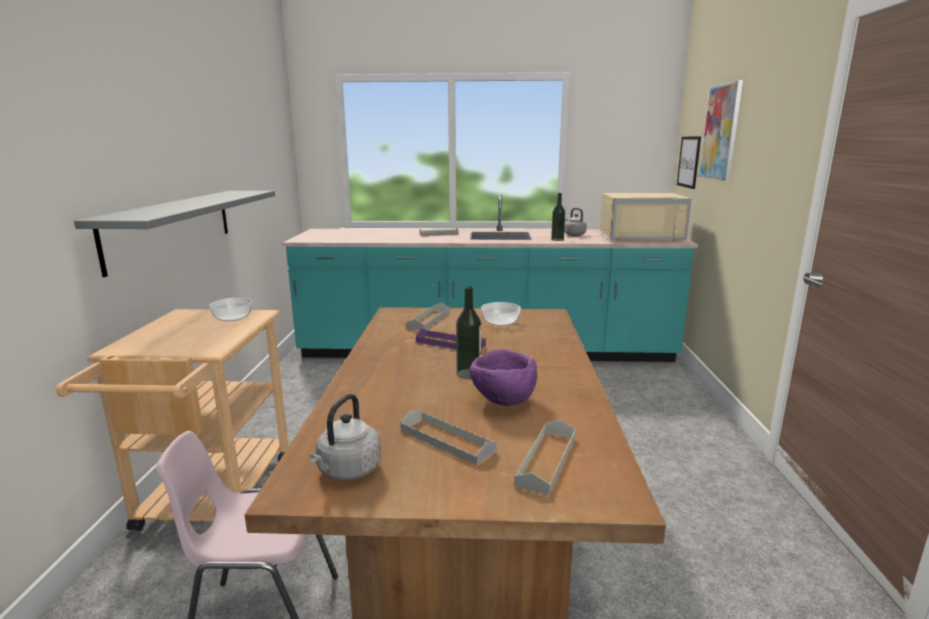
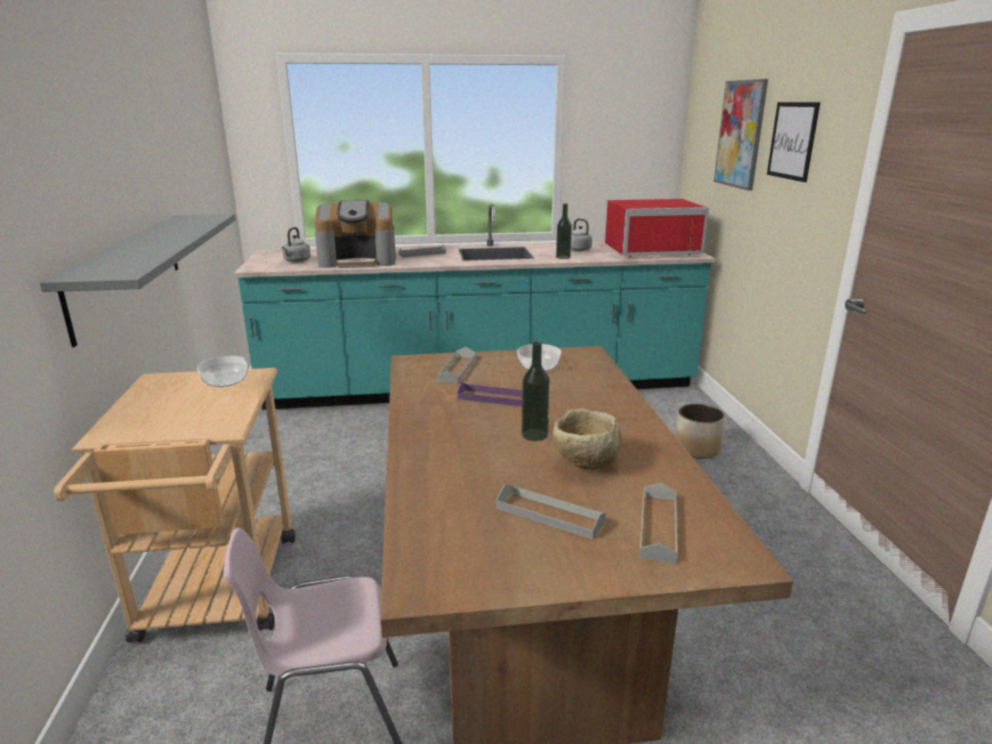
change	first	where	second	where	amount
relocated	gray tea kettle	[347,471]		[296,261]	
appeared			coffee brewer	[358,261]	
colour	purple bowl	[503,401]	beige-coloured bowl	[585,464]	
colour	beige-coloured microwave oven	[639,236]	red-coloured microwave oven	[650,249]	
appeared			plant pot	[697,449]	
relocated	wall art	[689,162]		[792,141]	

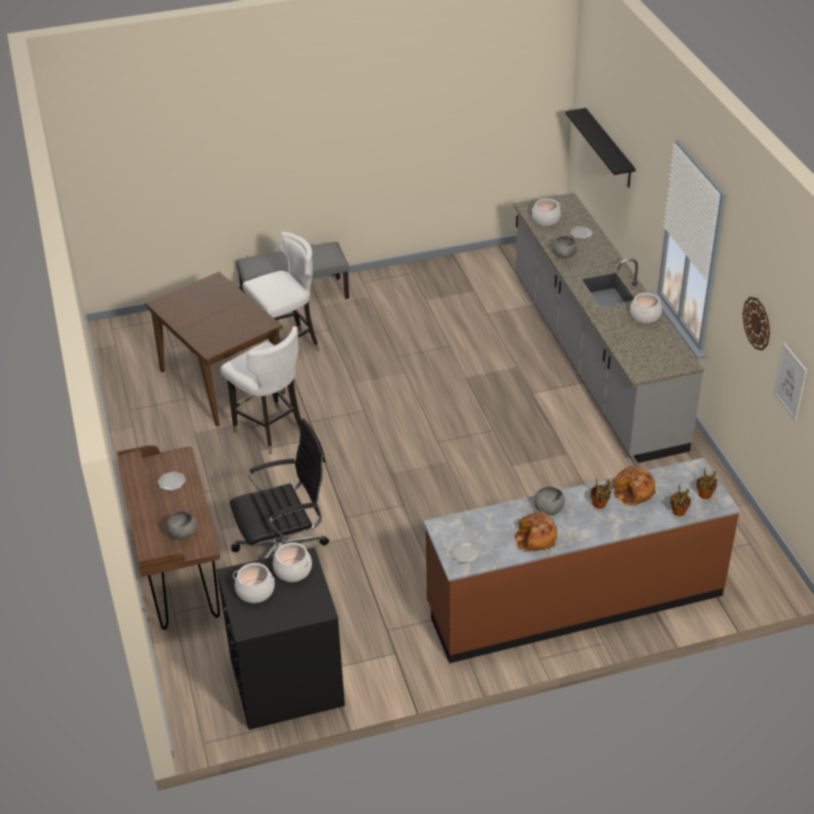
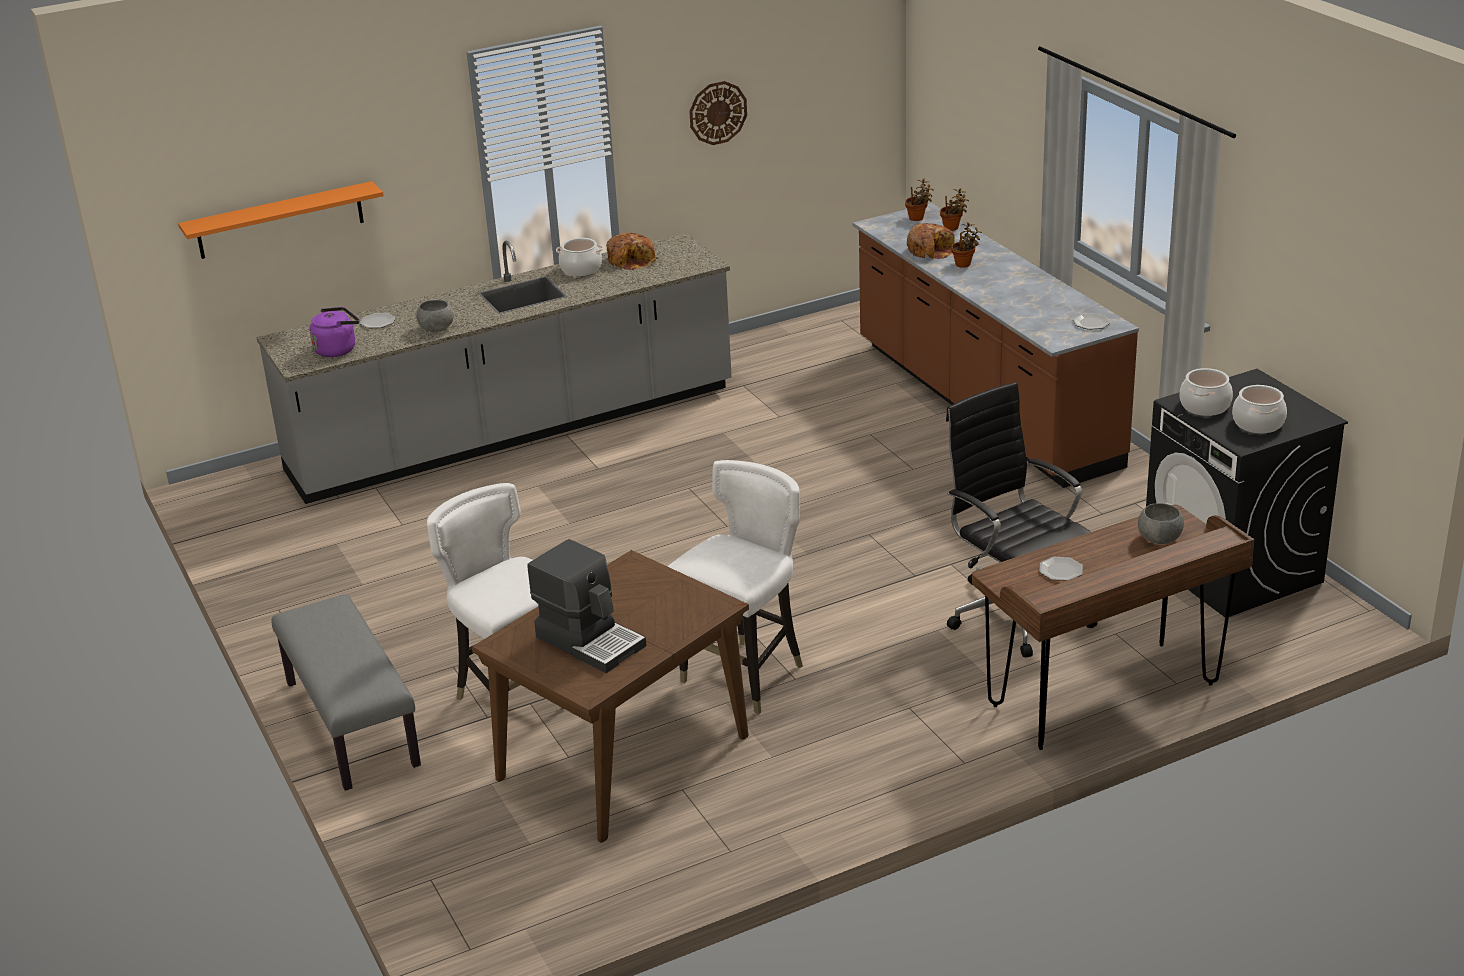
change	first	where	second	where	amount
colour	black bracket shelf	[609,148]	orange-coloured bracket shelf	[280,220]	
exchanged	stockpot	[545,220]	purple tea kettle	[337,349]	
appeared			coffee brewer	[590,640]	
relocated	baked bread	[535,538]		[632,260]	
missing	gray bowl	[549,509]			
missing	wall art	[790,382]			

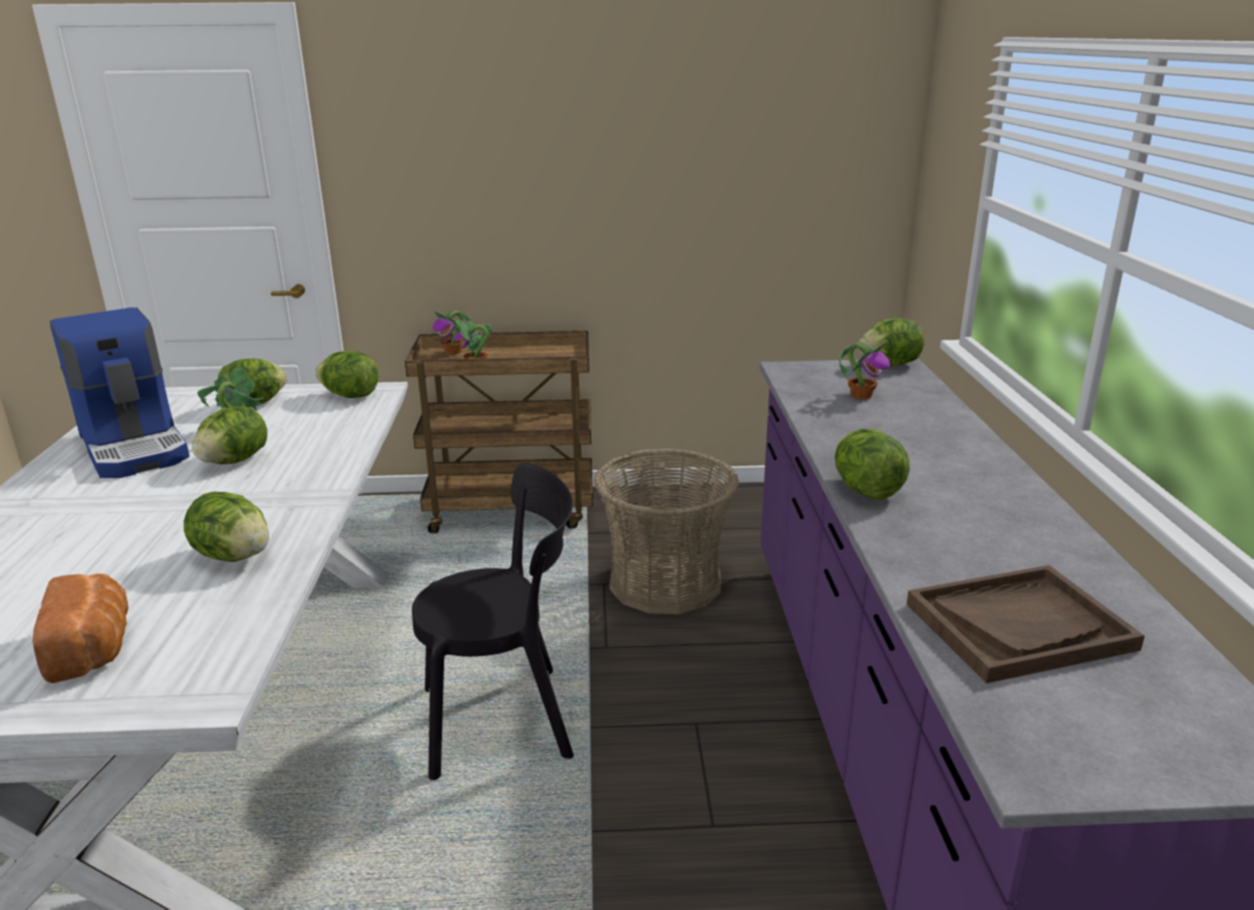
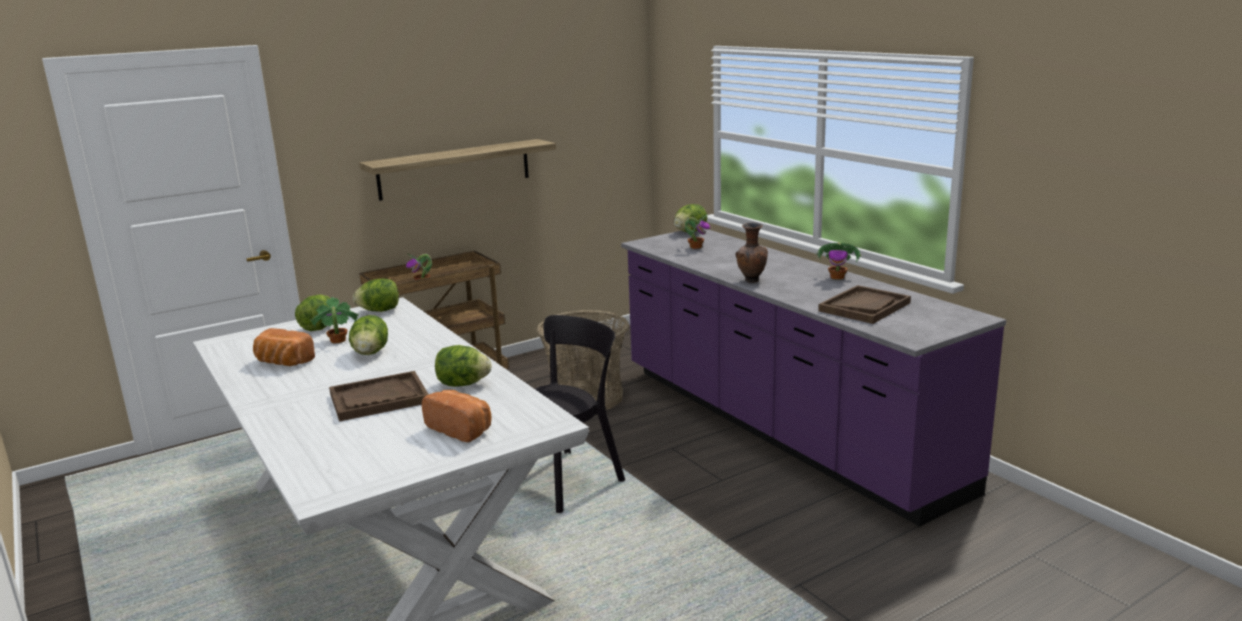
change	first	where	second	where	amount
exchanged	coffee brewer	[136,446]	baked bread	[282,363]	
appeared			brown-coloured carrying tray	[379,399]	
appeared			bracket shelf	[454,169]	
exchanged	lettuce	[866,490]	brown-coloured decorative vase	[751,281]	
relocated	houseplant	[454,352]		[837,277]	

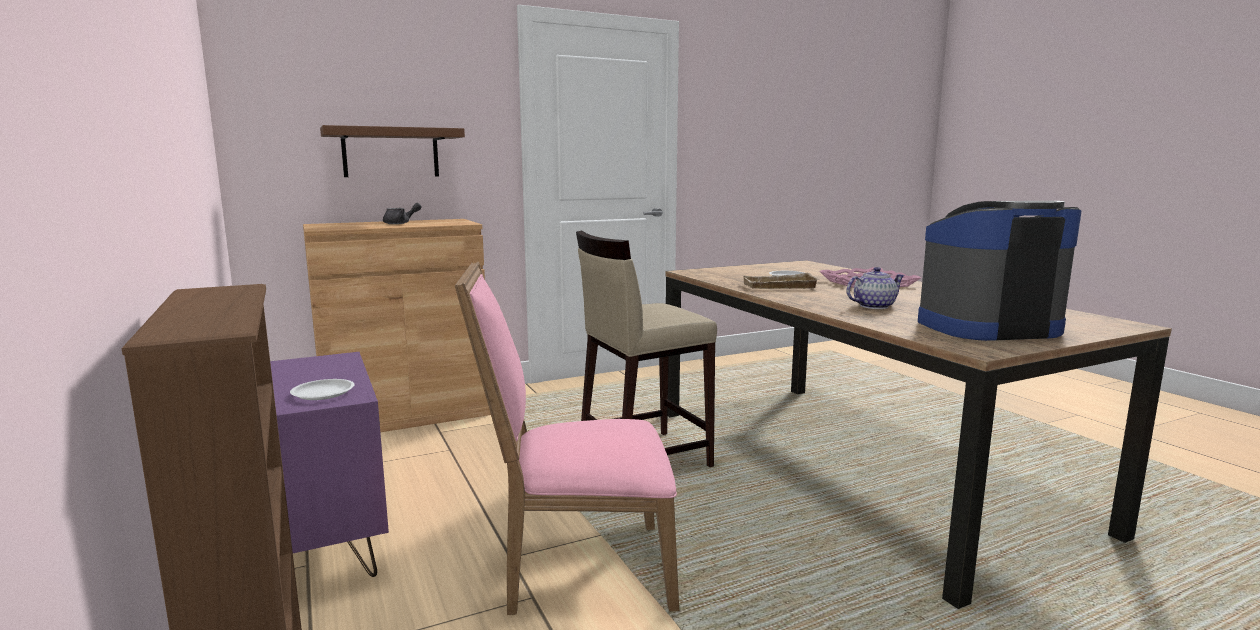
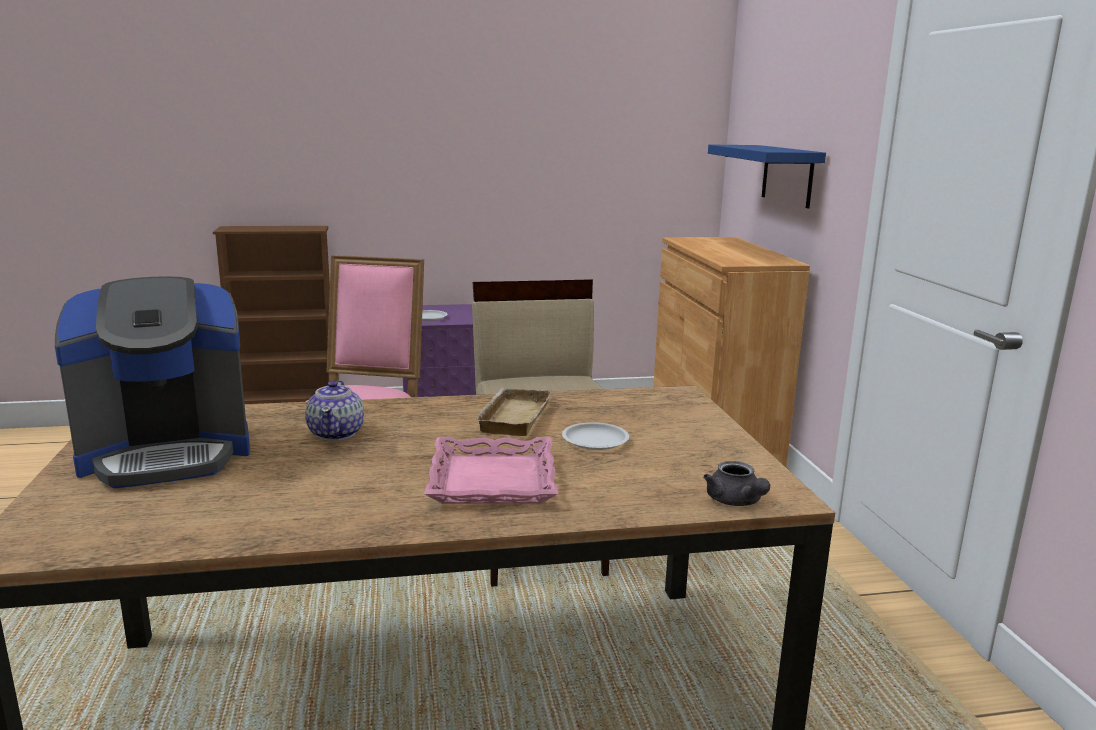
change	first	where	second	where	amount
spun	coffee brewer	[985,327]		[167,453]	60 degrees clockwise
relocated	gray pot for tea	[401,223]		[736,502]	
colour	brown-coloured bracket shelf	[391,153]	blue bracket shelf	[787,175]	

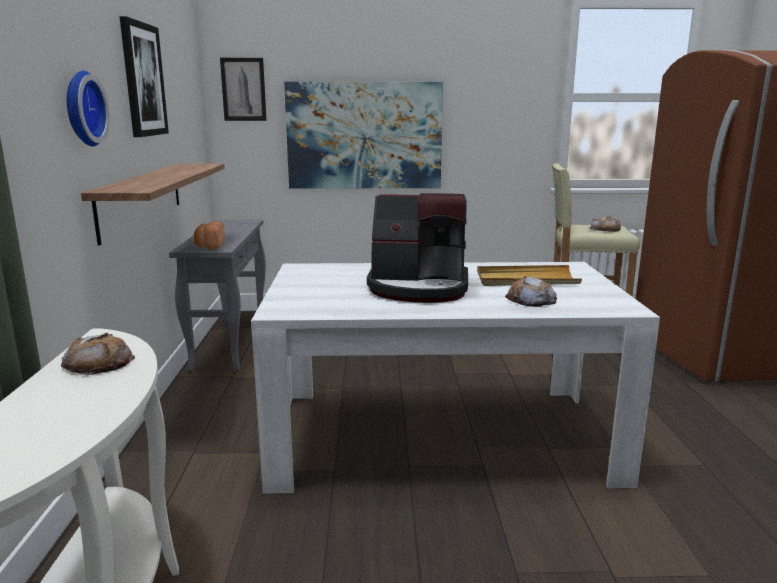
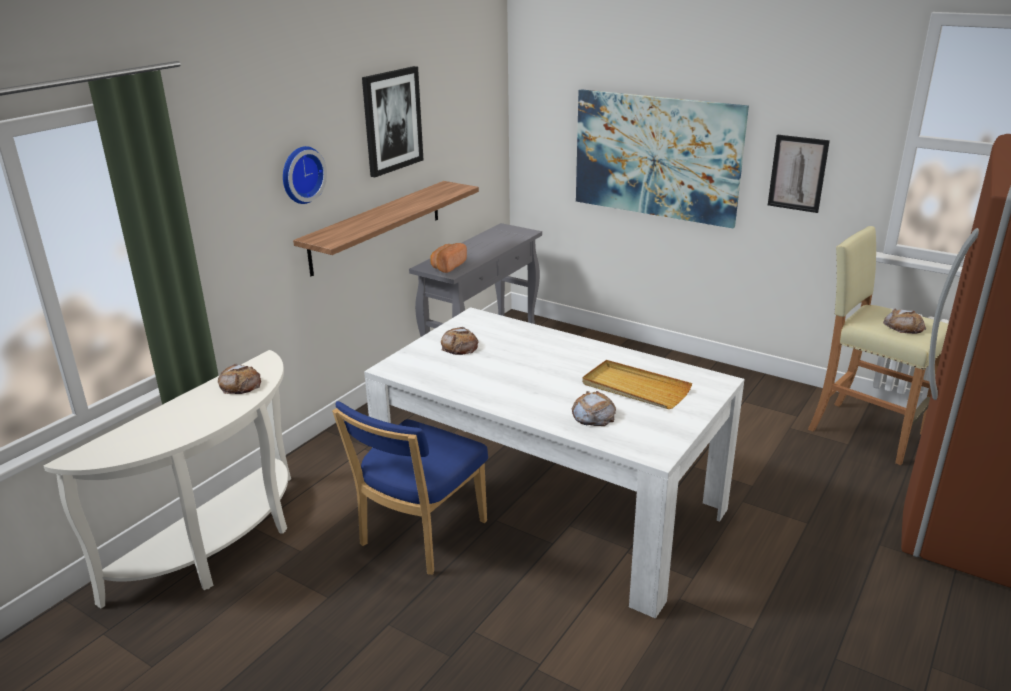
change	first	where	second	where	amount
appeared			blue upright chair	[419,536]	
appeared			baked bread	[460,346]	
relocated	wall art	[243,89]		[797,173]	
missing	coffee brewer	[419,288]			

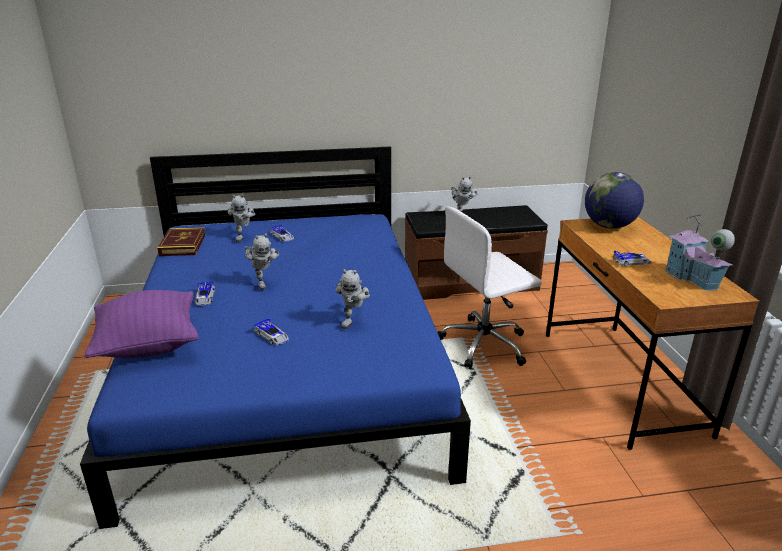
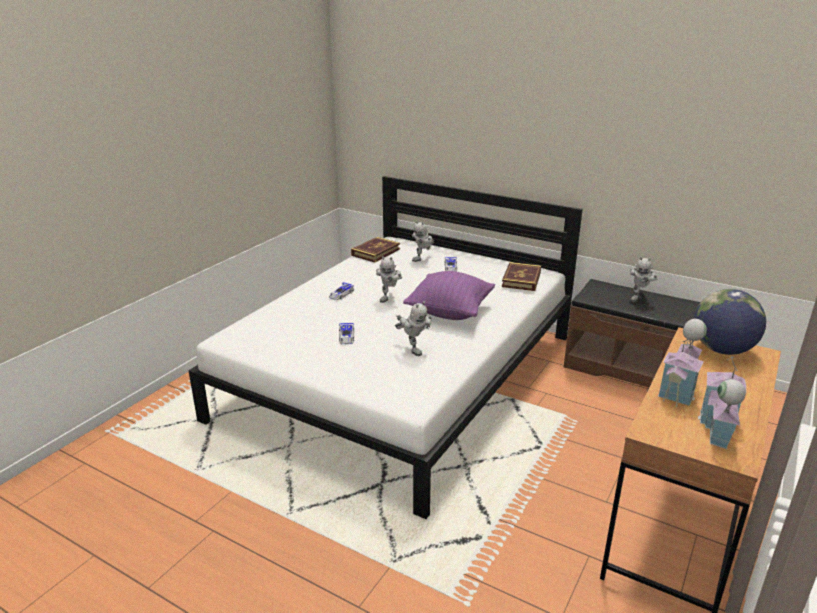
change	first	where	second	where	amount
colour	blue sleeping bed	[288,365]	whitish sleeping bed	[402,376]	
spun	model robot	[354,321]		[412,349]	90 degrees counterclockwise
relocated	purple pillow	[149,345]		[449,312]	
appeared			bound book	[521,279]	
exchanged	toy car	[632,262]	miniature house	[679,389]	
missing	whitish computer chair	[485,344]			

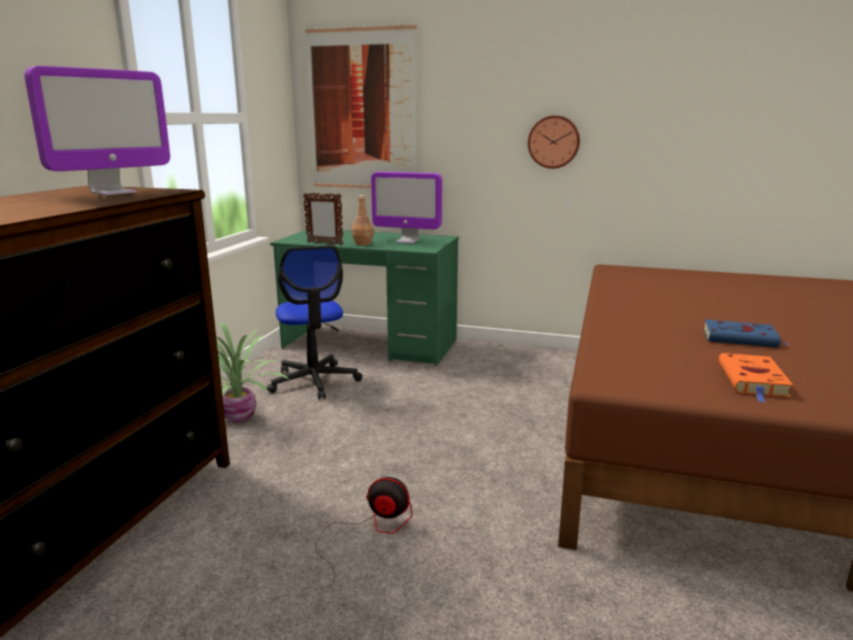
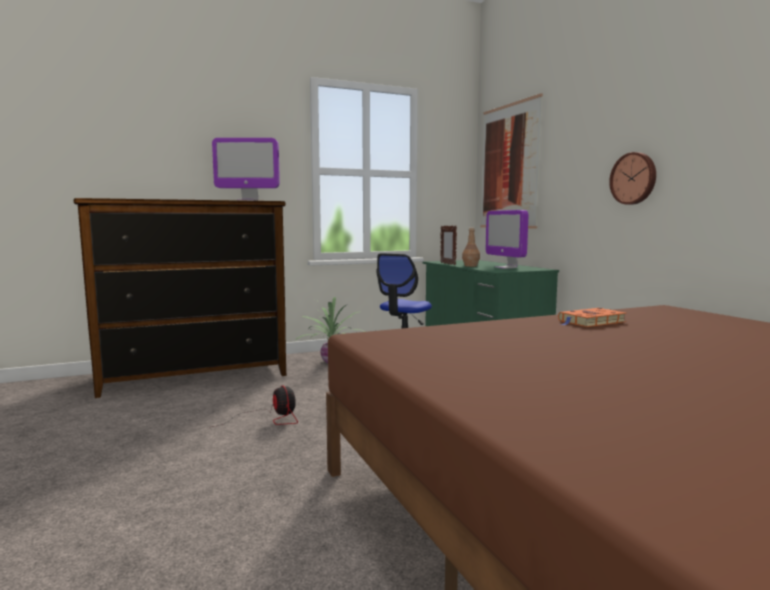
change	first	where	second	where	amount
relocated	orange-coloured bound book	[753,381]		[590,322]	
missing	blue bound book	[741,338]			

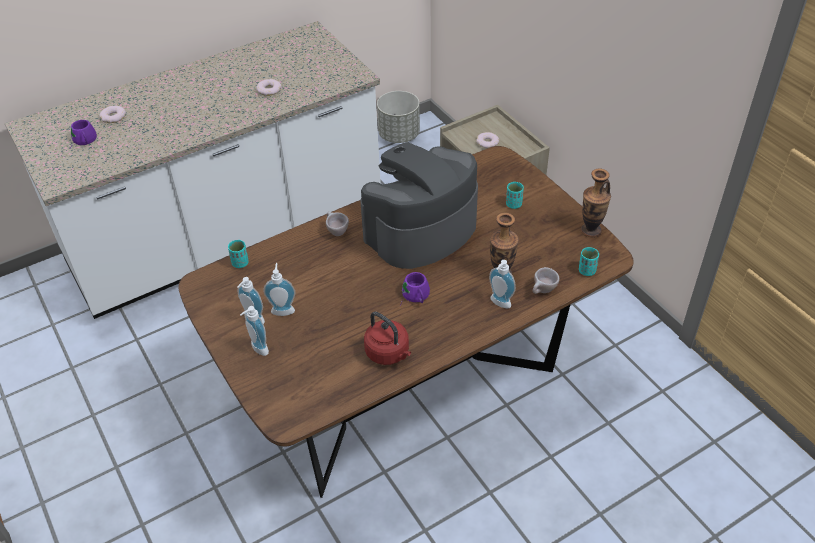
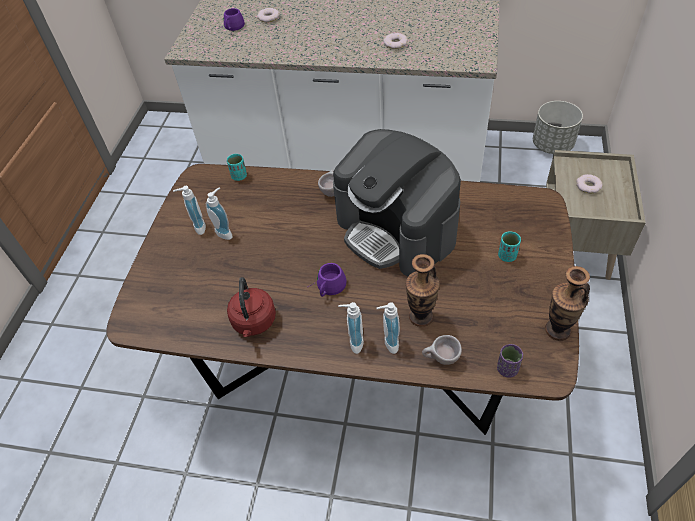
change	first	where	second	where	amount
spun	coffee brewer	[420,230]		[397,230]	135 degrees counterclockwise
relocated	soap bottle	[257,349]		[353,342]	
colour	turquoise drinking cup	[587,271]	purple drinking cup	[507,369]	

